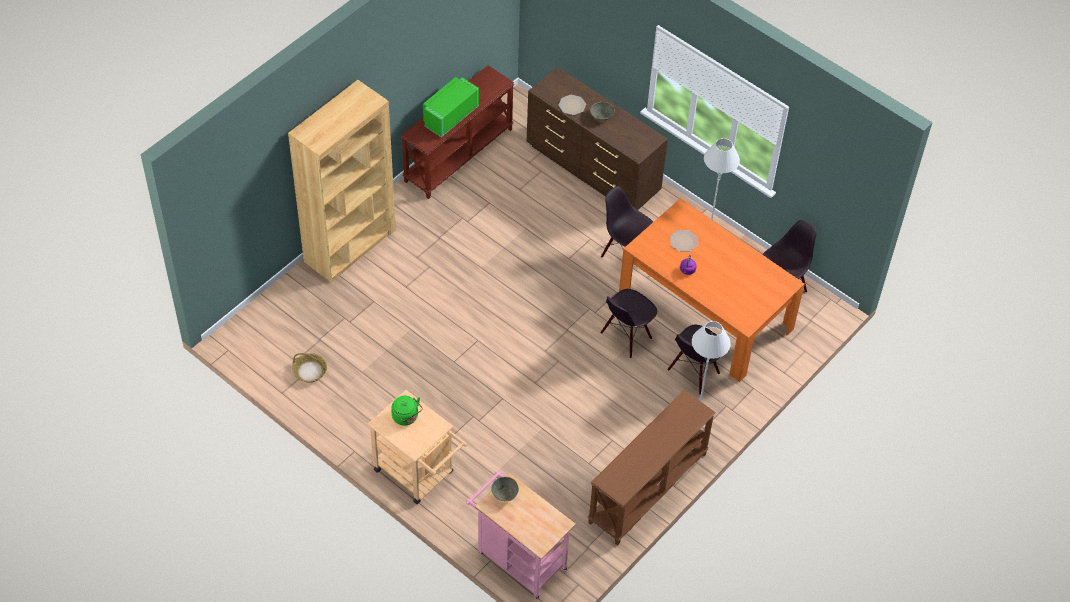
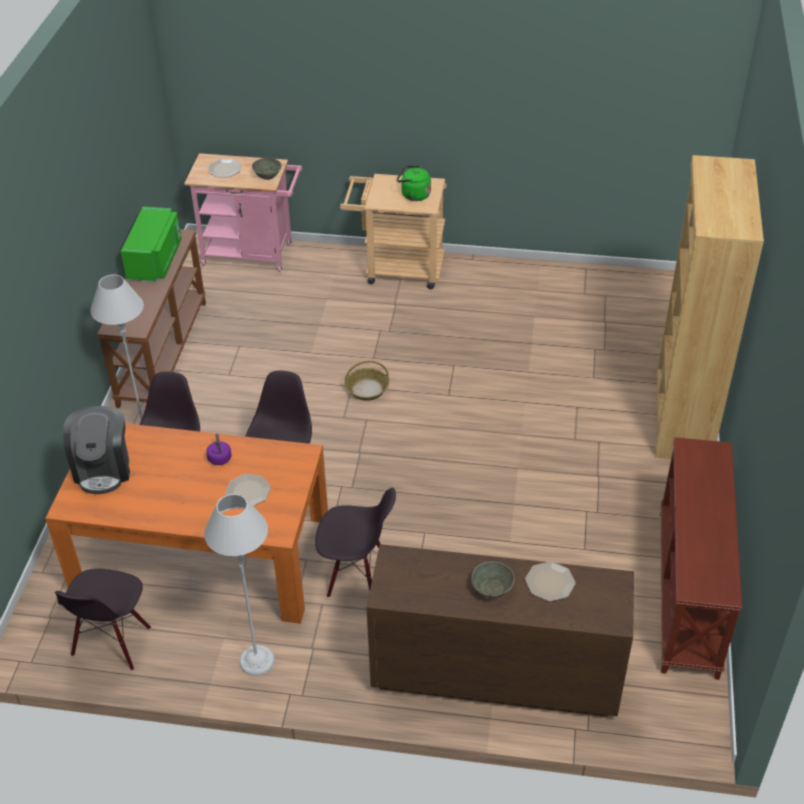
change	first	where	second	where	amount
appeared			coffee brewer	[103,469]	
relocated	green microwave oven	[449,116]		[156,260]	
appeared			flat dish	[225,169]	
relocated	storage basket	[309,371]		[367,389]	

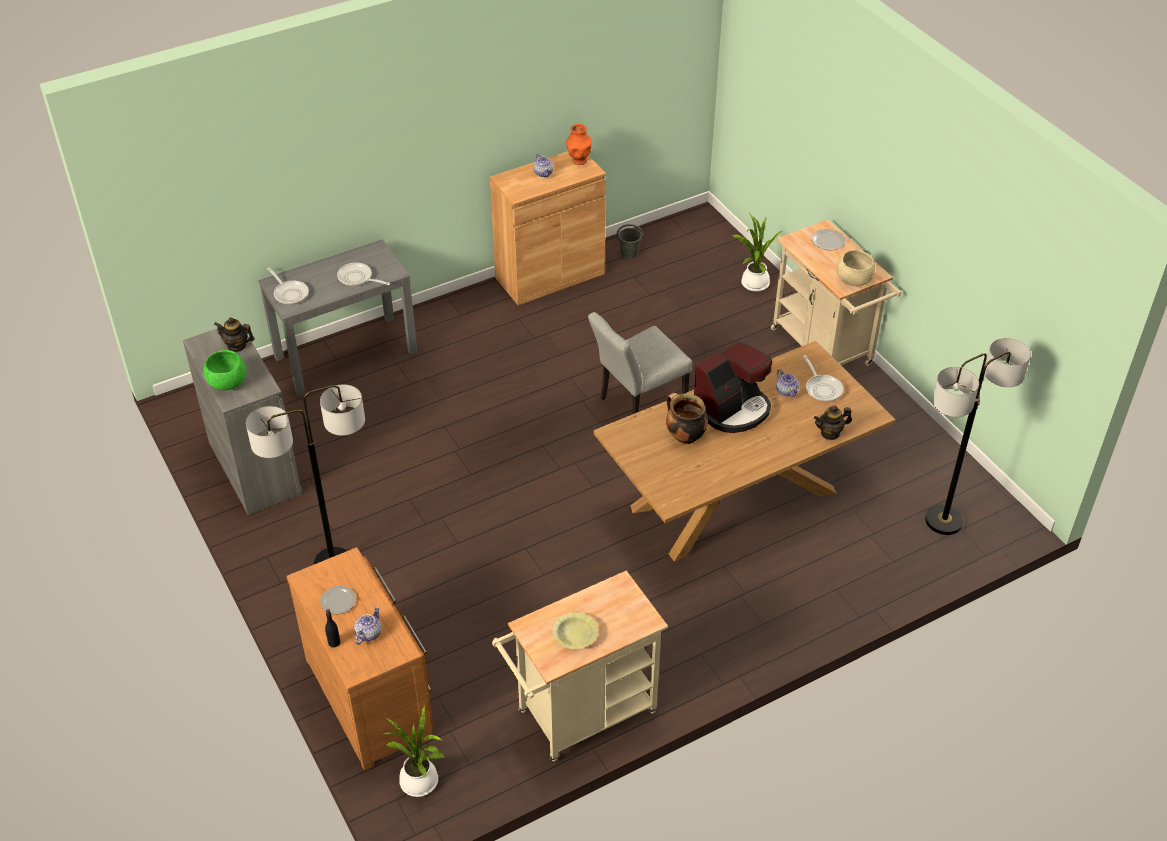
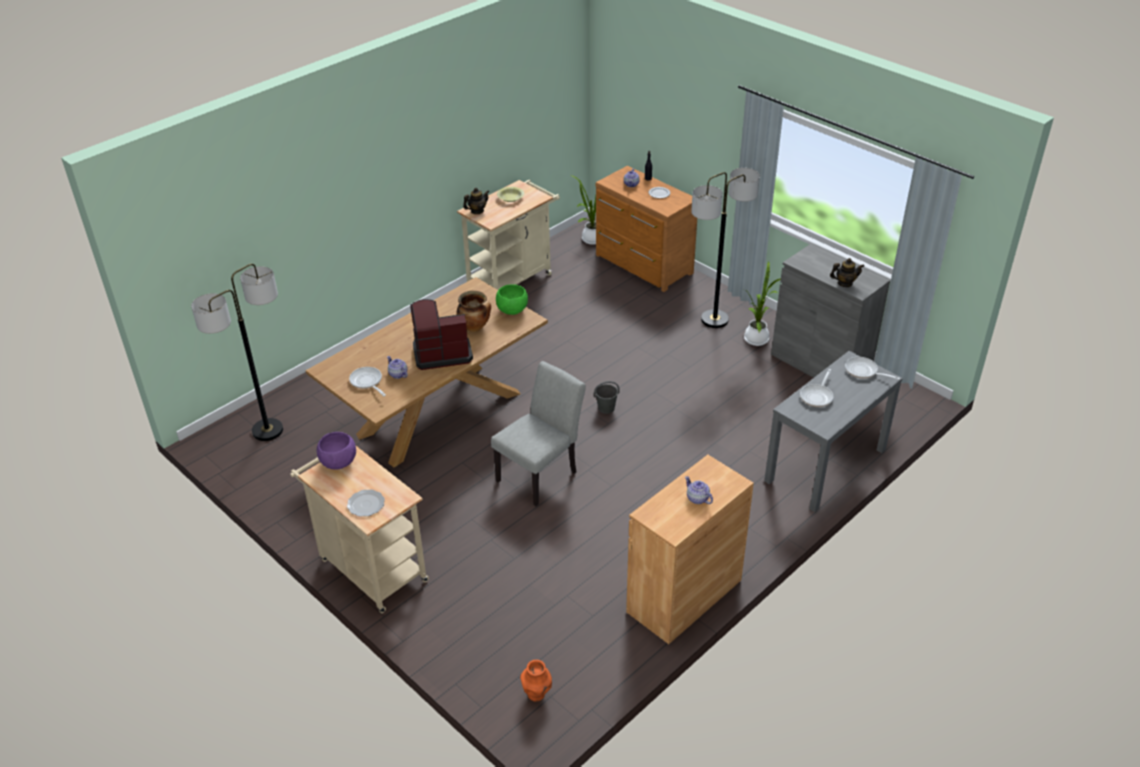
change	first	where	second	where	amount
colour	beige-coloured bowl	[853,281]	purple bowl	[339,462]	
spun	coffee brewer	[732,409]		[441,352]	45 degrees clockwise
relocated	pot for tea	[830,433]		[477,211]	
relocated	green bowl	[227,383]		[512,310]	
relocated	orange-coloured decorative vase	[579,161]		[536,694]	
relocated	gray bucket	[629,253]		[606,408]	
relocated	houseplant	[753,285]		[757,338]	
spun	pan	[357,278]		[817,396]	105 degrees clockwise

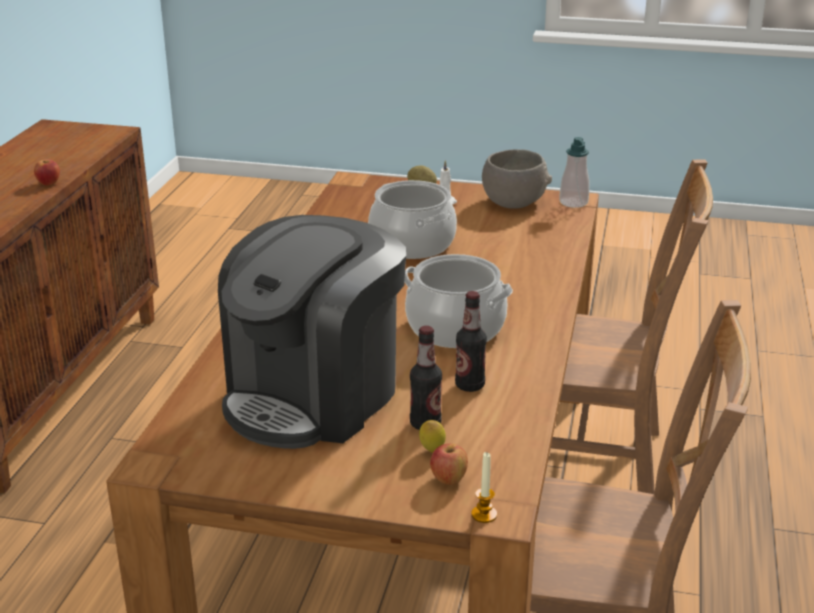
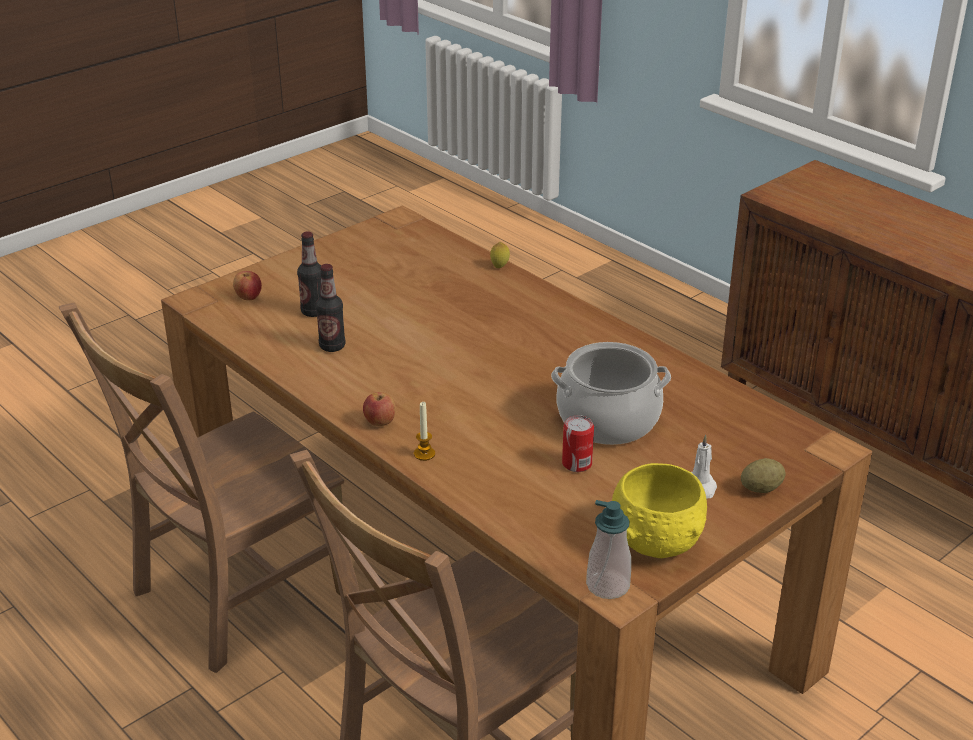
change	first	where	second	where	amount
relocated	whole apple	[49,183]		[380,422]	
relocated	candle	[484,514]		[424,454]	
relocated	whole lemon	[432,451]		[499,267]	
appeared			sealed can	[577,463]	
colour	gray bowl	[513,201]	yellow bowl	[657,540]	
missing	coffee brewer	[314,396]			
missing	stockpot	[456,328]			

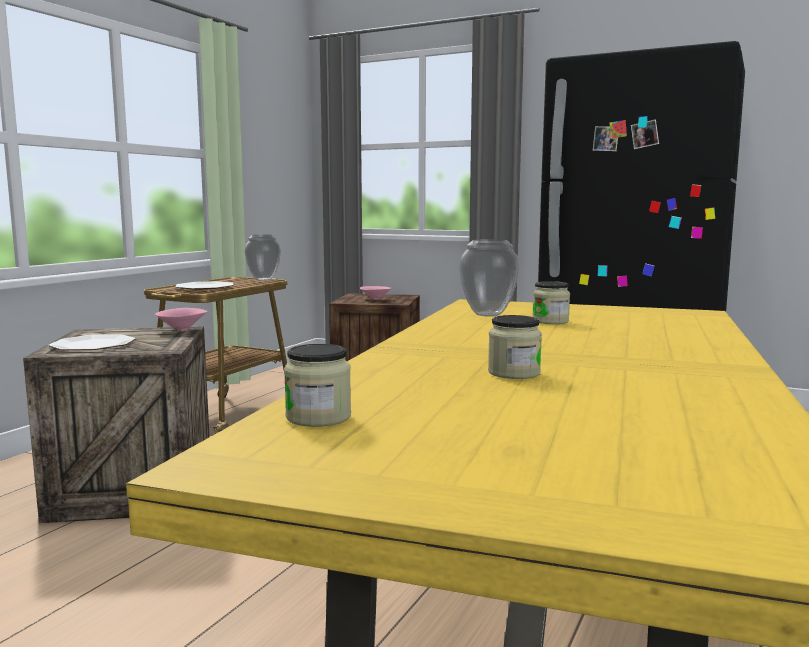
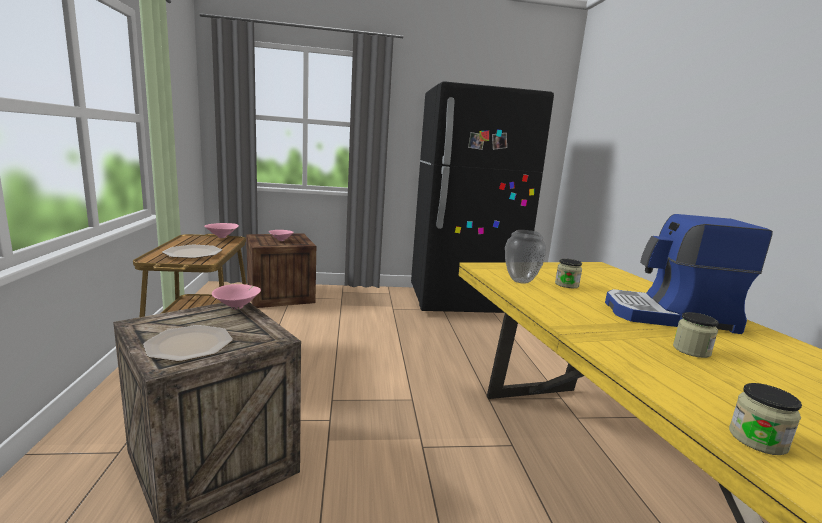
change	first	where	second	where	amount
exchanged	decorative vase	[263,279]	pink bowl	[222,237]	
appeared			coffee brewer	[669,316]	

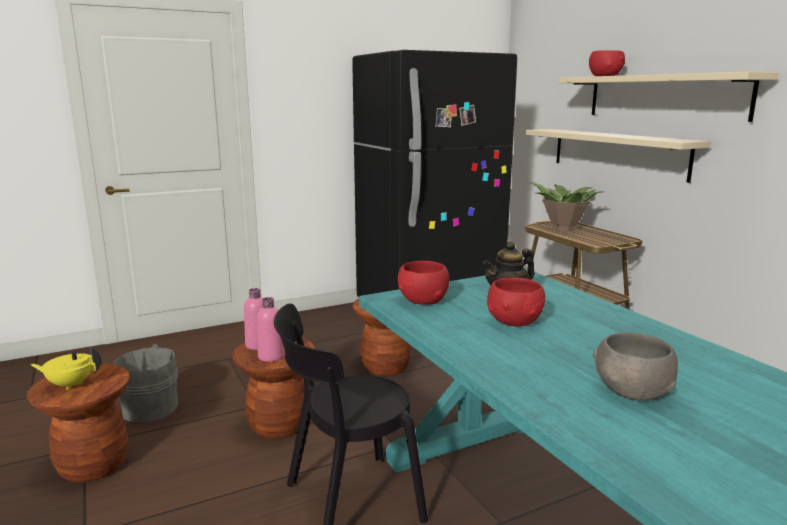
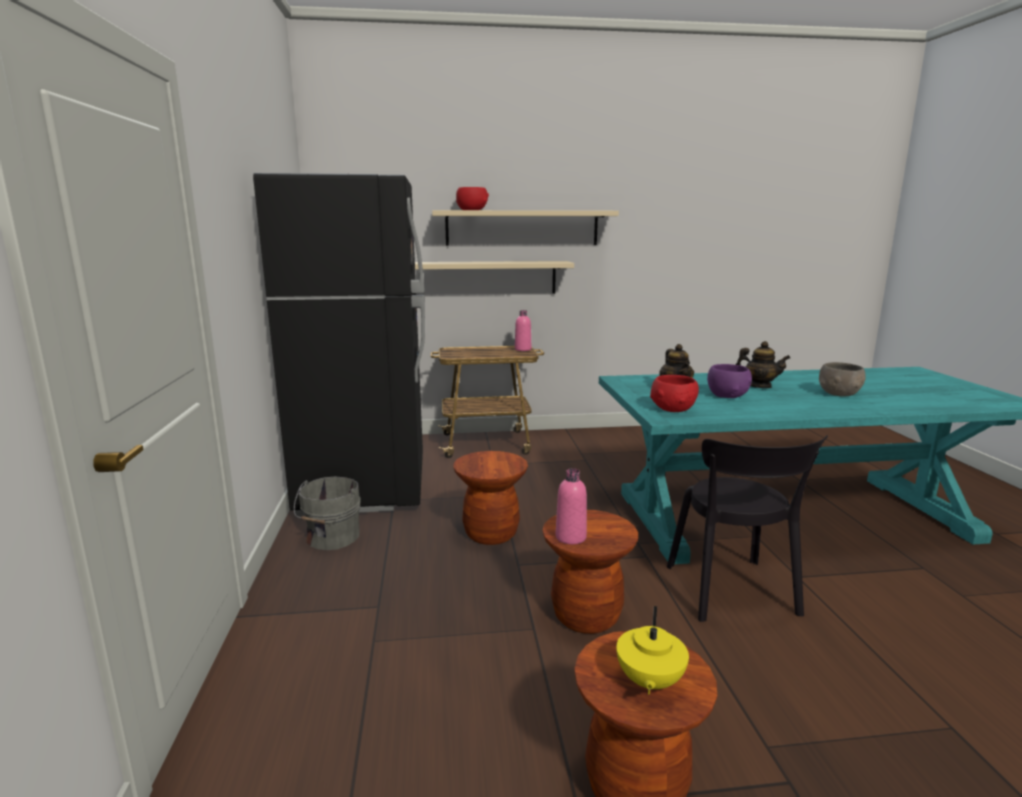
change	first	where	second	where	amount
relocated	gray bucket	[148,408]		[331,538]	
relocated	pink beverage bottle	[271,356]		[523,349]	
colour	red-coloured bowl	[515,322]	purple bowl	[727,395]	
appeared			pot for tea	[759,386]	
missing	houseplant	[563,228]			

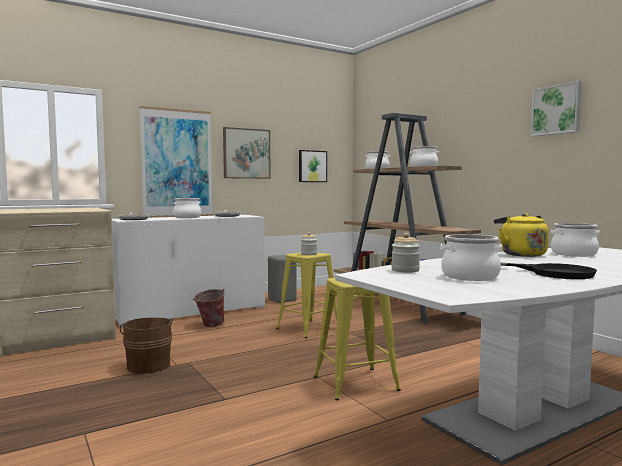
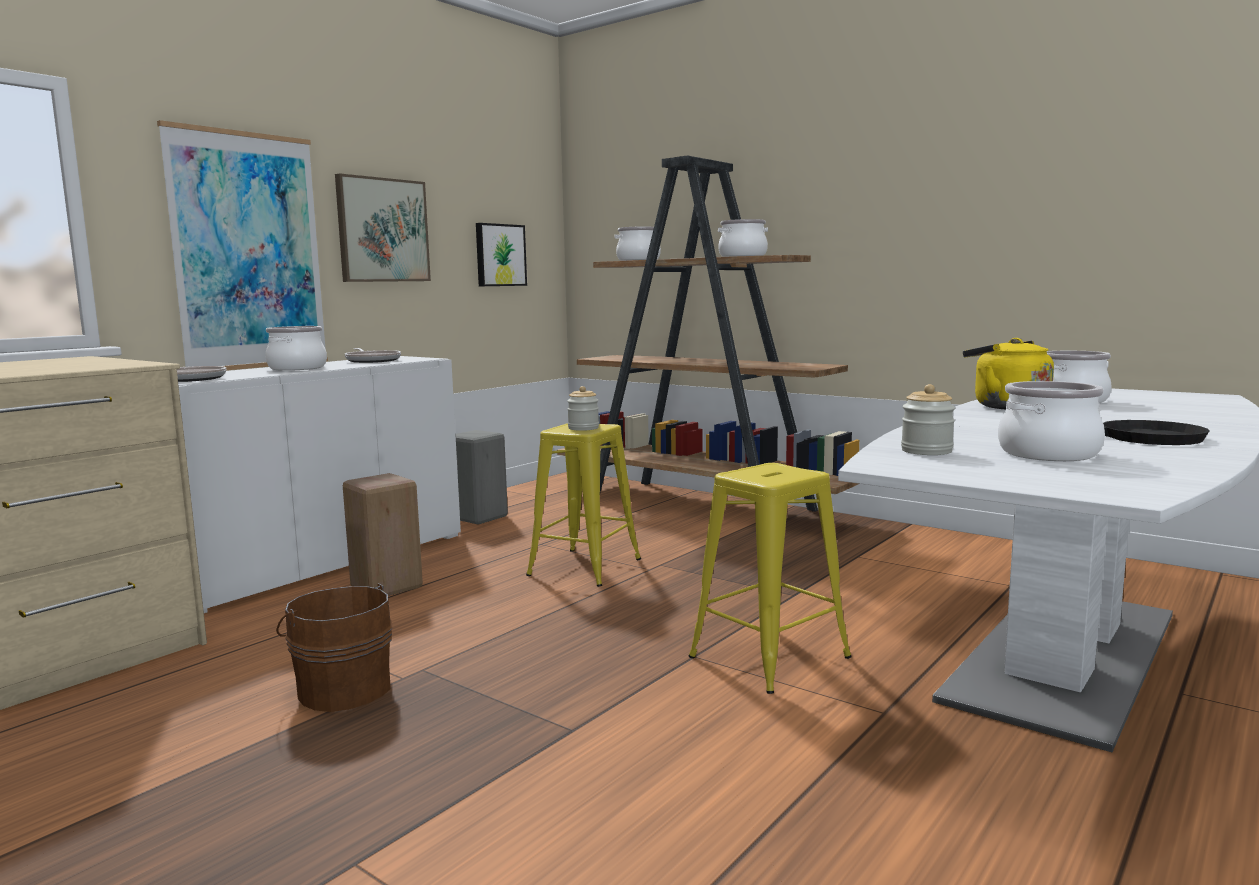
change	first	where	second	where	amount
exchanged	bucket	[209,325]	beige-coloured stool seat	[387,587]	
missing	wall art	[556,110]			

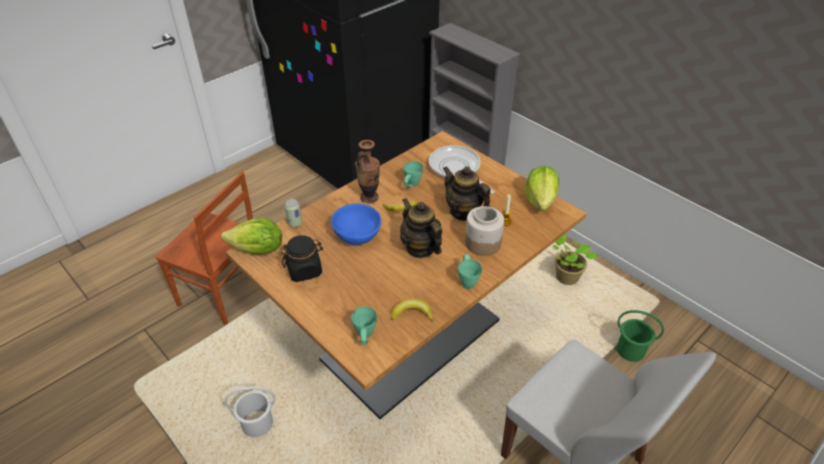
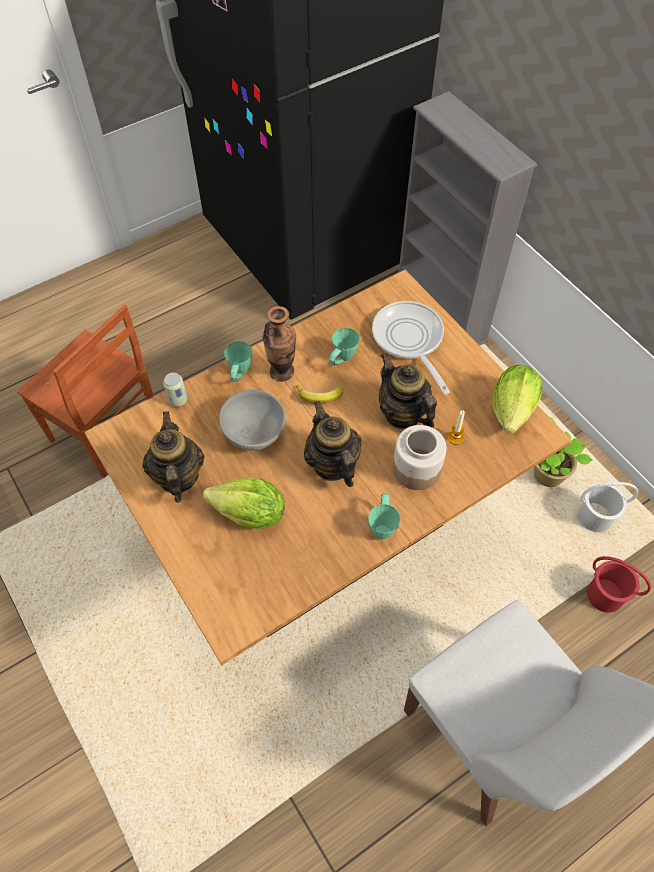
change	first	where	second	where	amount
exchanged	black jar	[305,270]	pot for tea	[177,476]	
relocated	lettuce	[258,250]		[250,514]	
colour	blue bowl	[358,236]	gray bowl	[255,433]	
relocated	green coffee mug	[365,338]		[239,374]	
relocated	whitish bucket	[257,423]		[594,517]	
colour	green bucket	[630,350]	red-coloured bucket	[605,595]	
missing	banana	[412,314]			

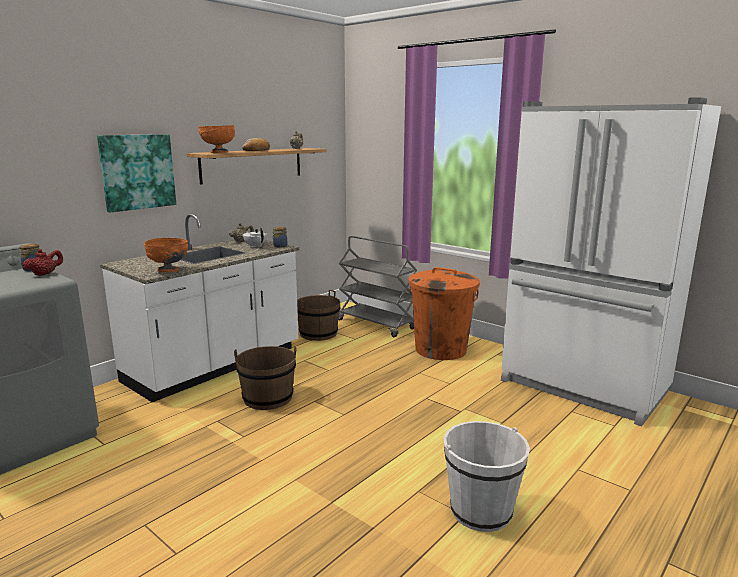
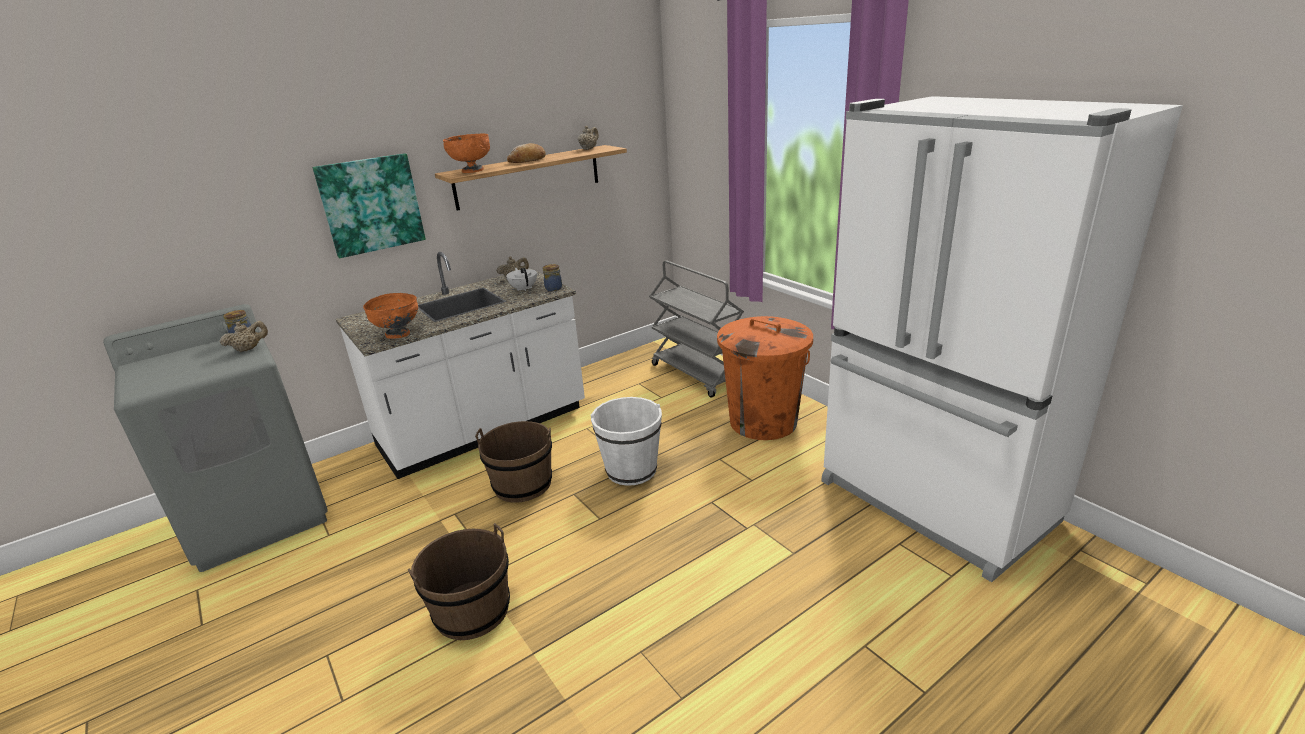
change	first	where	second	where	amount
colour	red-coloured pot for tea	[45,274]	beige-coloured pot for tea	[249,349]	
relocated	brown-coloured bucket	[318,334]		[472,611]	
relocated	whitish bucket	[481,511]		[631,470]	

